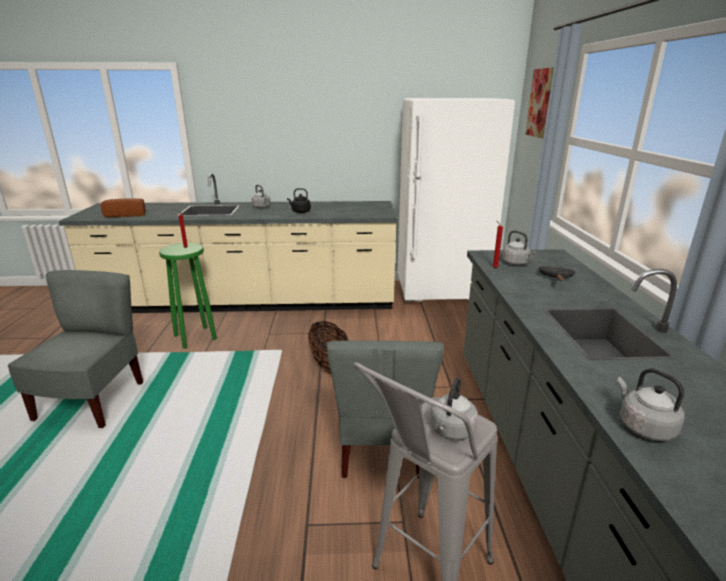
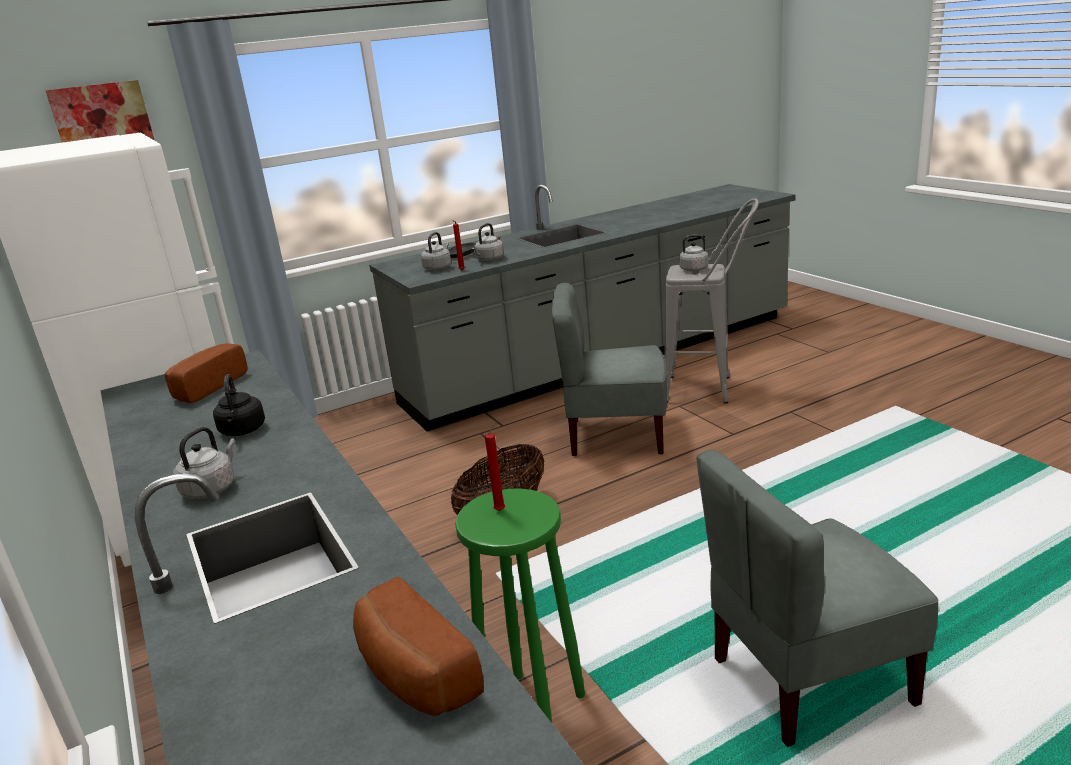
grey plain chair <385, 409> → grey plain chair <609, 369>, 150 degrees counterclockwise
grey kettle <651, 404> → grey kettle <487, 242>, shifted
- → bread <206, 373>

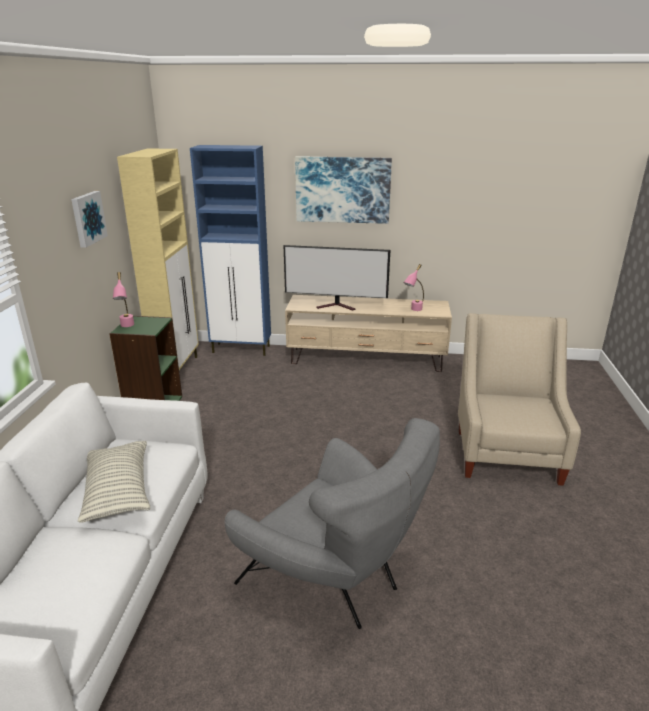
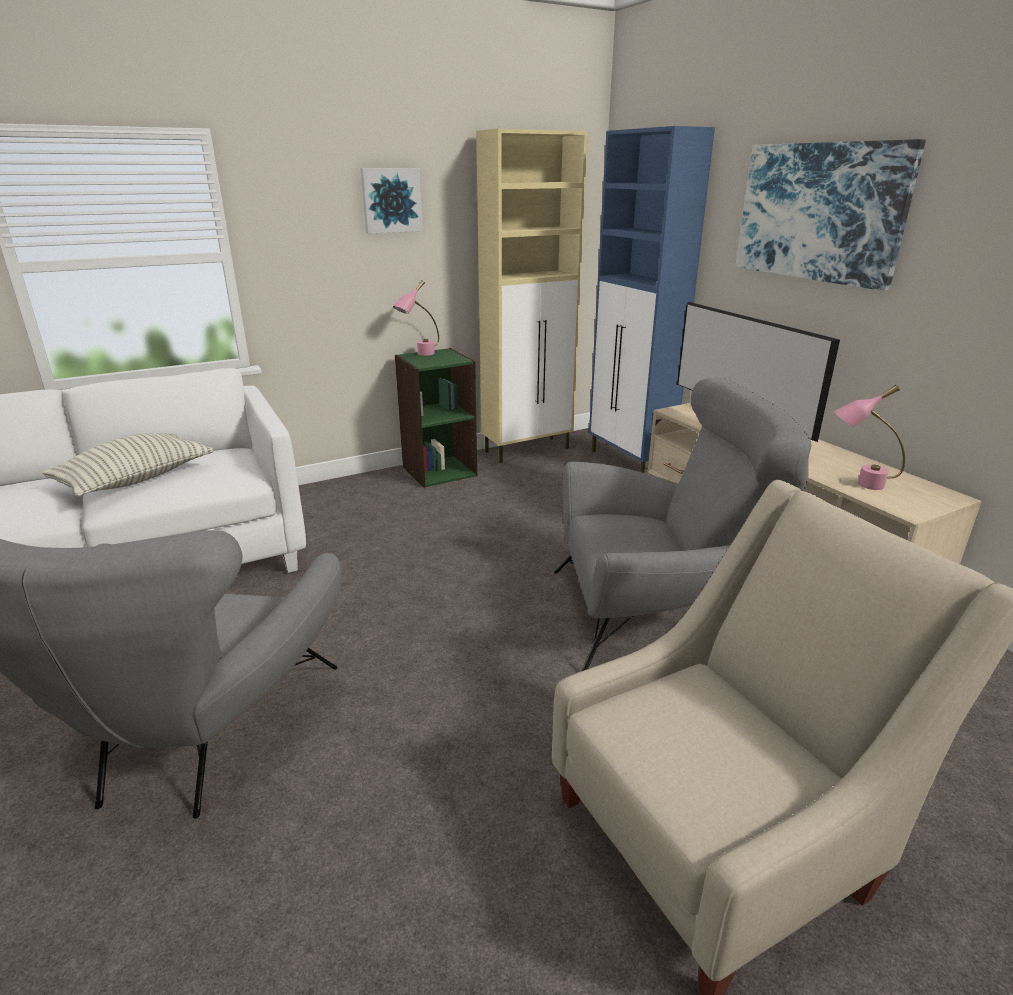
- → grey easy chair <682, 524>

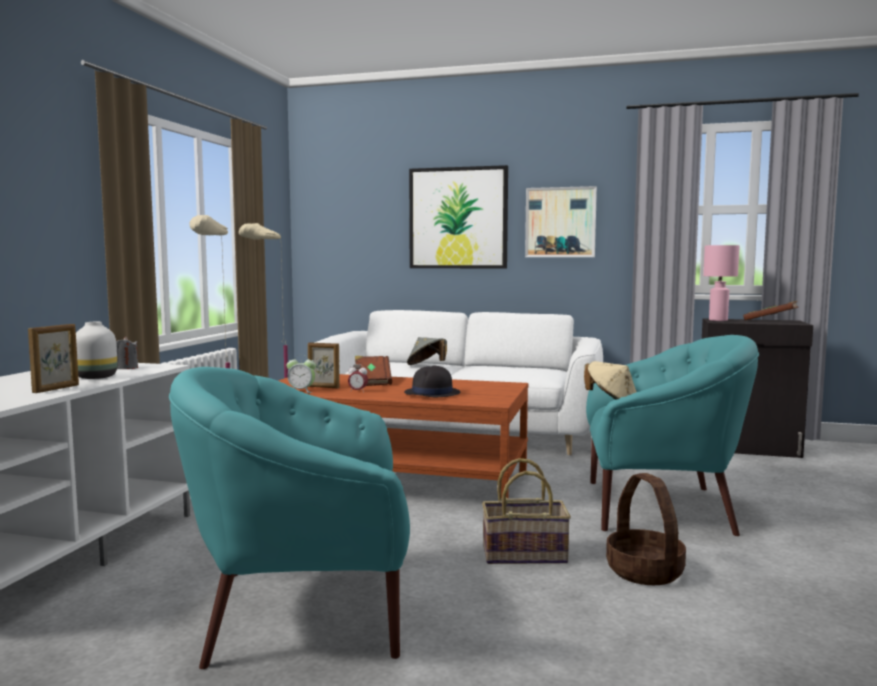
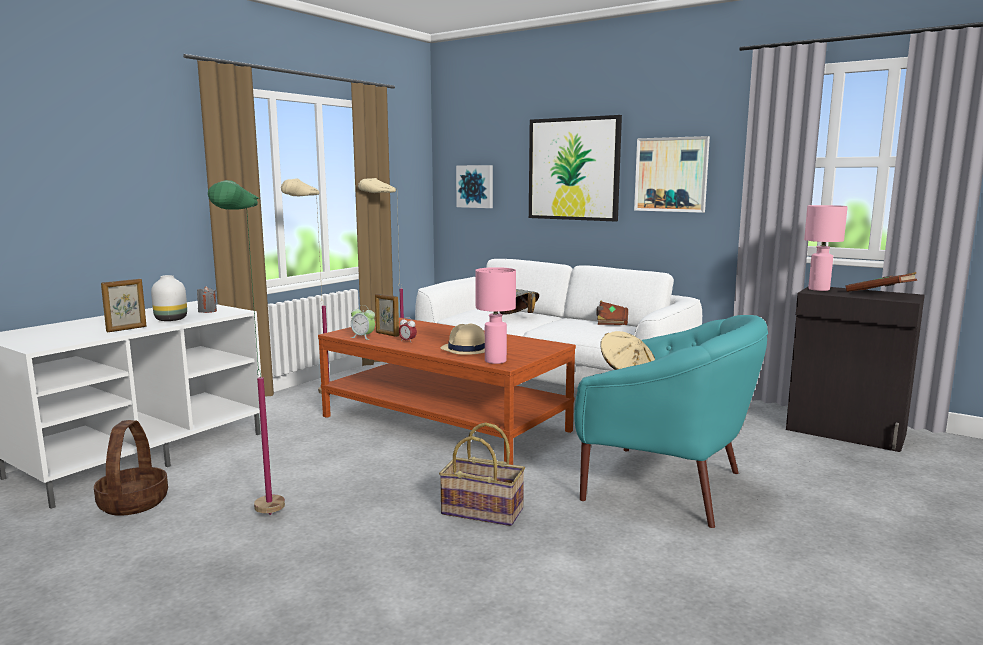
turquoise-coloured easy chair <289, 518> → green floor lamp <246, 347>
brown book <372, 371> → brown book <612, 312>, shifted
black-coloured wearable hat <432, 381> → beige-coloured wearable hat <462, 339>
household basket <646, 529> → household basket <131, 468>, shifted
- → wall art <474, 186>
- → pink tabletop lamp <495, 315>

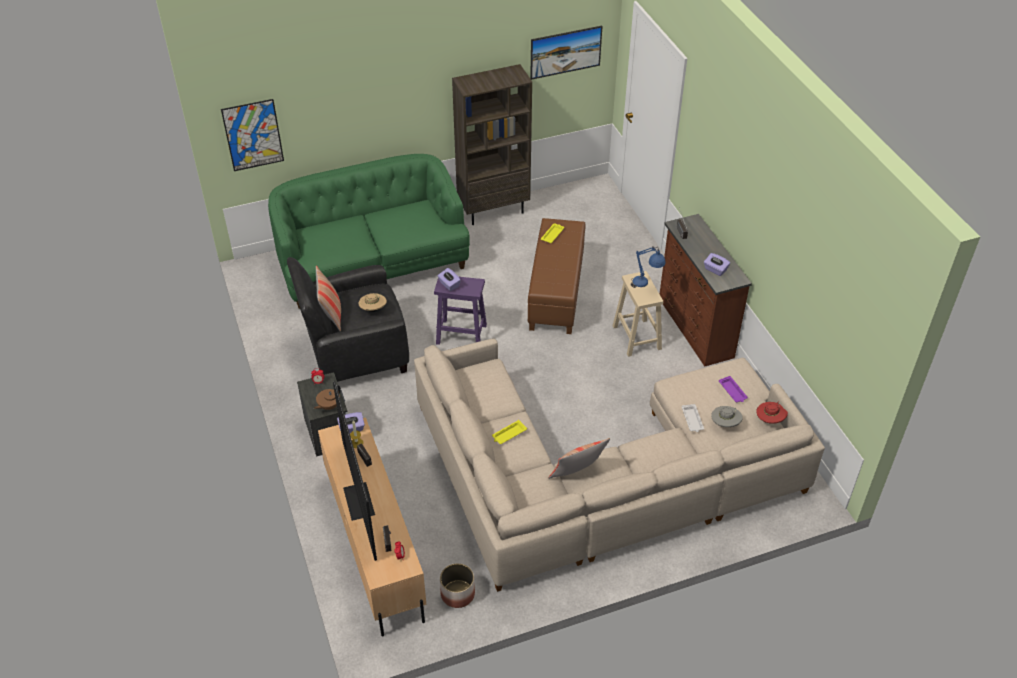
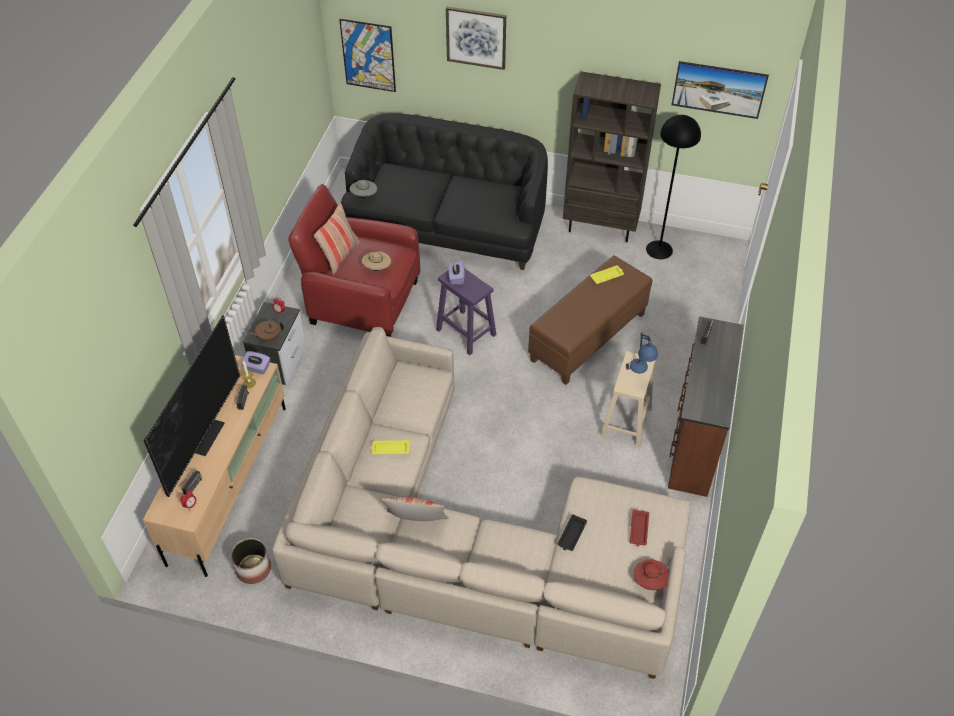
green sofa <369, 231> → black-coloured sofa <444, 191>
black-coloured easy chair <348, 319> → red-coloured easy chair <354, 260>
white serving tray <693, 418> → black-coloured serving tray <572, 532>
purplish tissue box <717, 264> → -
grey wearable hat <727, 416> → grey wearable hat <363, 189>, shifted
purplish serving tray <733, 389> → red-coloured serving tray <639, 528>
- → wall art <476, 38>
- → black-coloured floor lamp <673, 187>

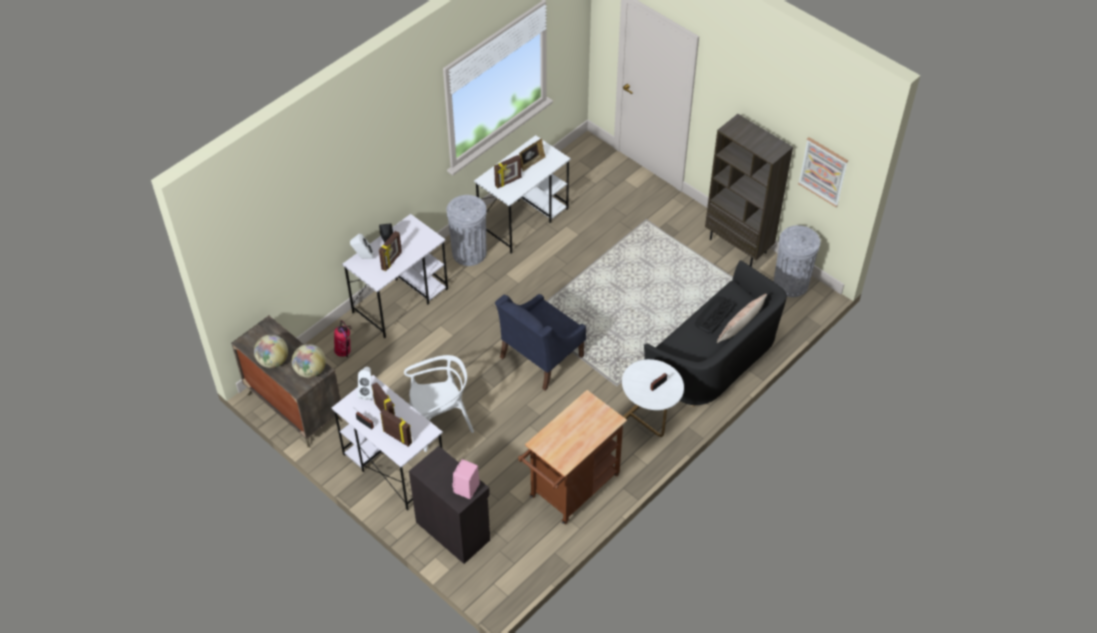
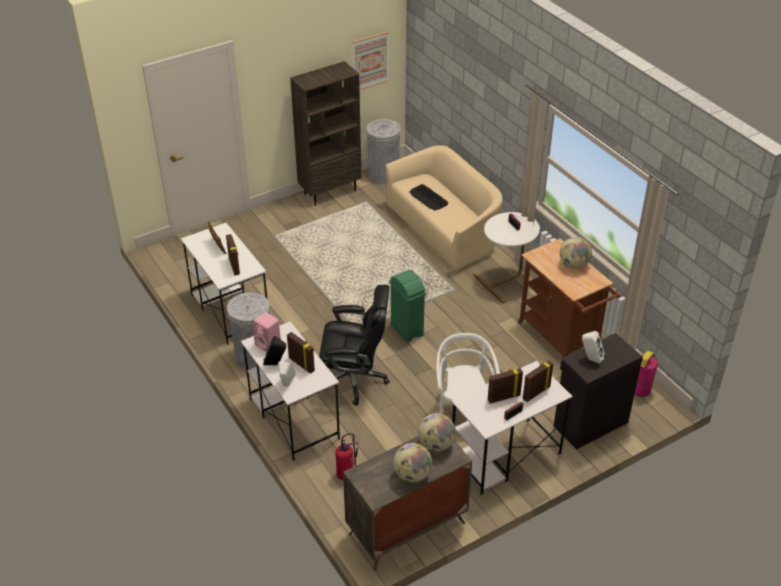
white loudspeaker <365, 383> → white loudspeaker <593, 347>, shifted
pink loudspeaker <466, 479> → pink loudspeaker <267, 332>, shifted
blue easy chair <540, 342> → green rubbish bin <407, 306>
black-coloured sofa <715, 333> → beige-coloured sofa <444, 208>
throw pillow <742, 318> → -
- → black-coloured office chair <354, 345>
- → world globe <576, 253>
- → fire extinguisher <646, 374>

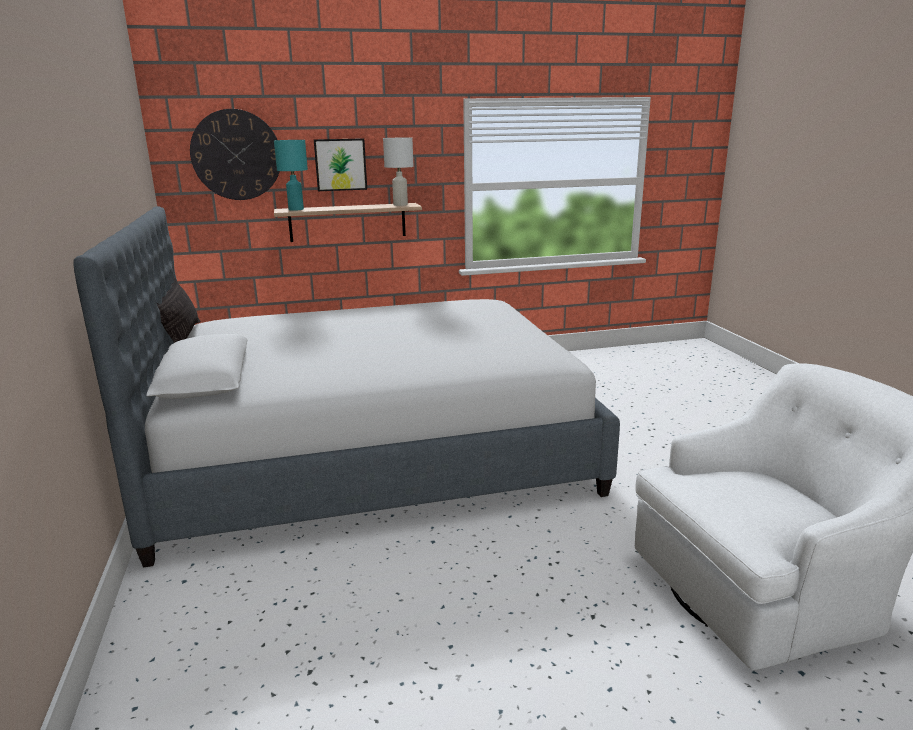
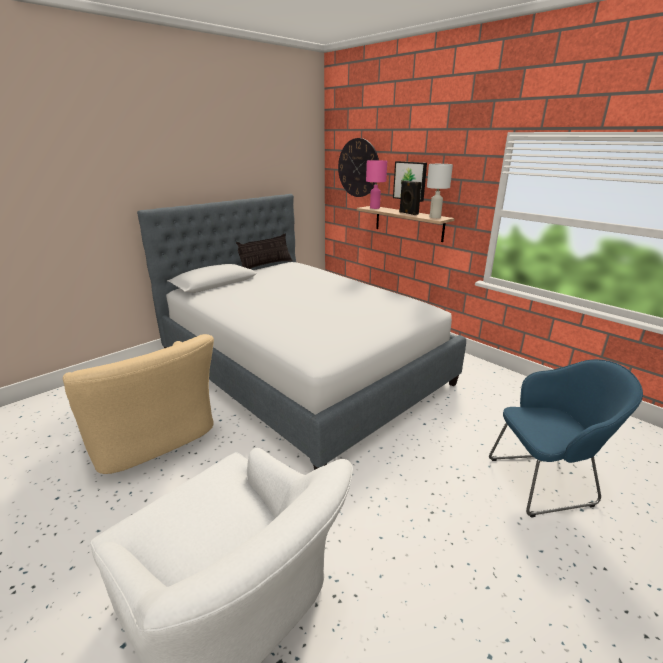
turquoise-coloured tabletop lamp <291, 175> → pink tabletop lamp <376, 184>
- → beige-coloured easy chair <138, 404>
- → black-coloured loudspeaker <410, 197>
- → blue easy chair <566, 438>

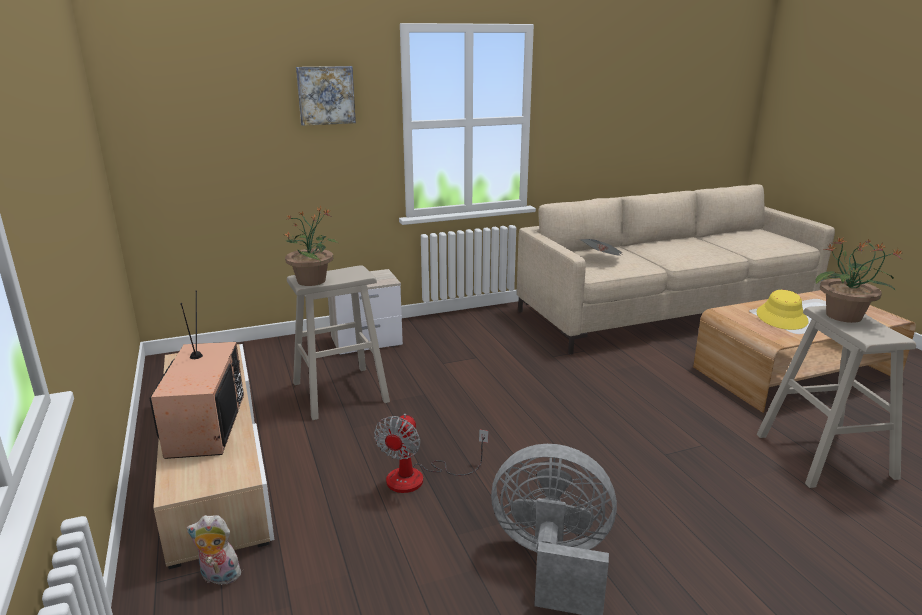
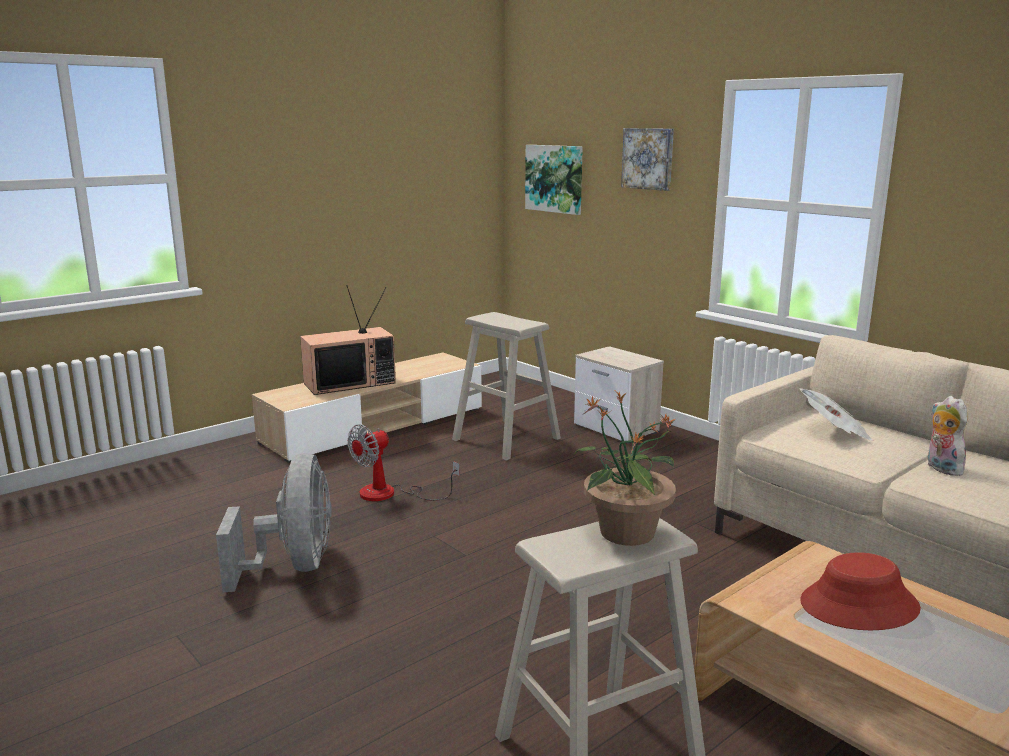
cuddly toy <214, 550> → cuddly toy <947, 436>, shifted
plant in a pot <311, 246> → -
cooling fan <431, 453> → cooling fan <403, 462>, 45 degrees counterclockwise
yellow wearable hat <783, 310> → red-coloured wearable hat <860, 591>
- → wall art <554, 180>

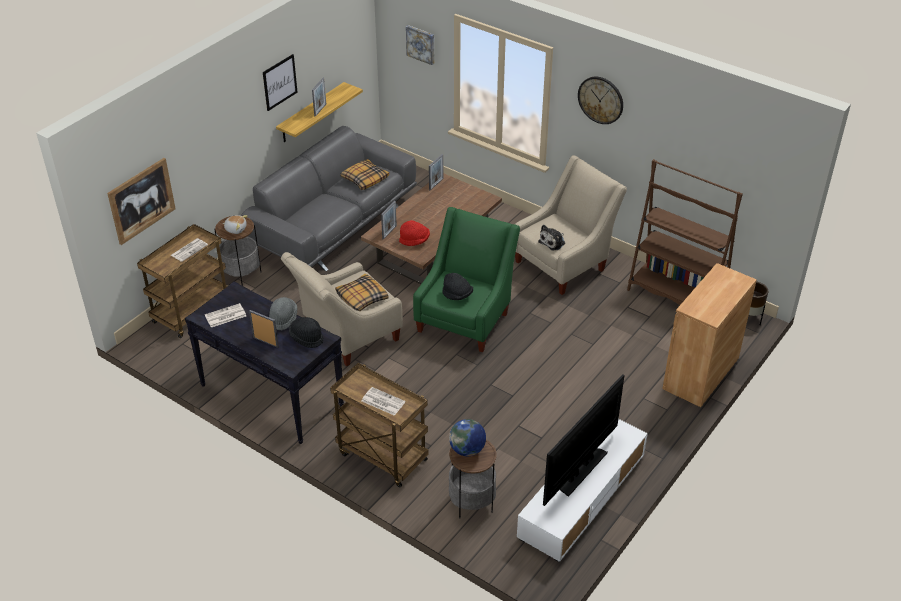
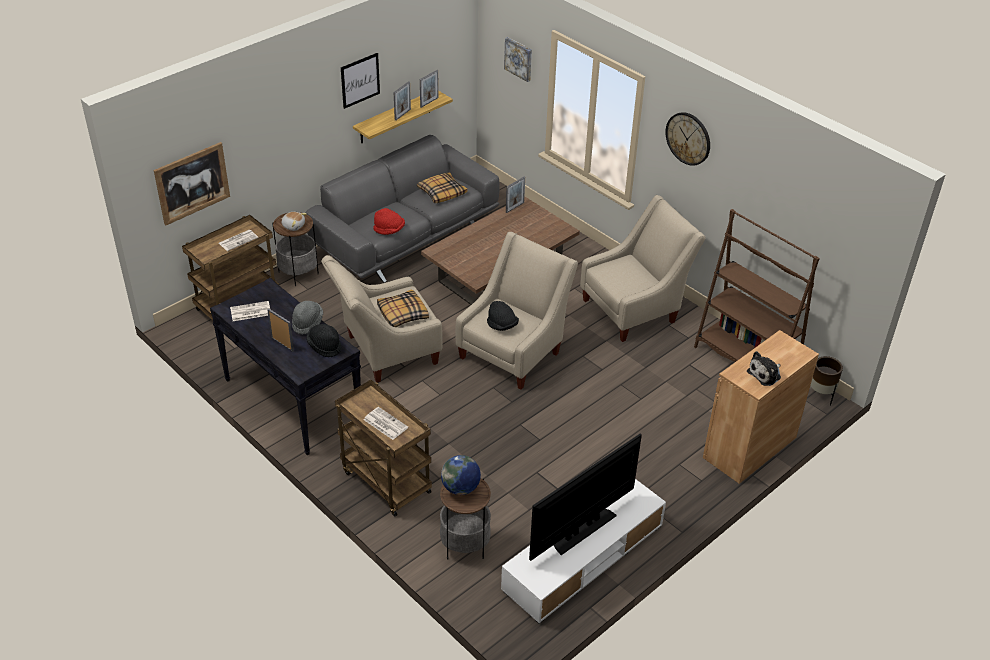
photo frame <389, 220> → photo frame <429, 89>, shifted
red-coloured wearable hat <414, 233> → red-coloured wearable hat <389, 221>, shifted
green easy chair <466, 279> → beige-coloured easy chair <517, 310>
cuddly toy <551, 238> → cuddly toy <764, 368>, shifted

